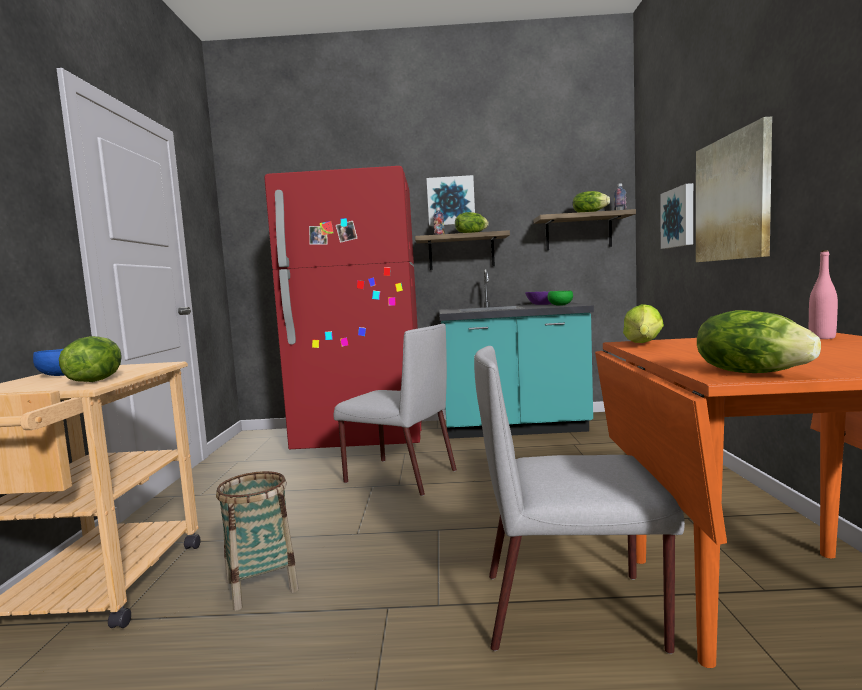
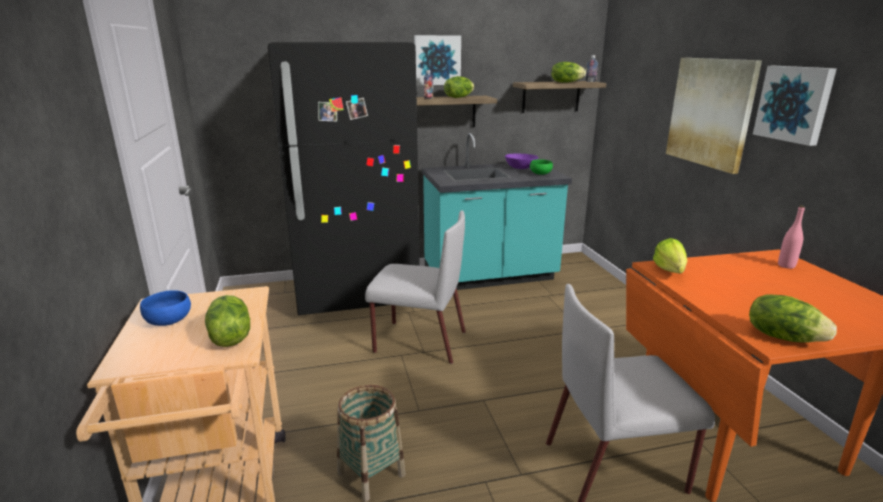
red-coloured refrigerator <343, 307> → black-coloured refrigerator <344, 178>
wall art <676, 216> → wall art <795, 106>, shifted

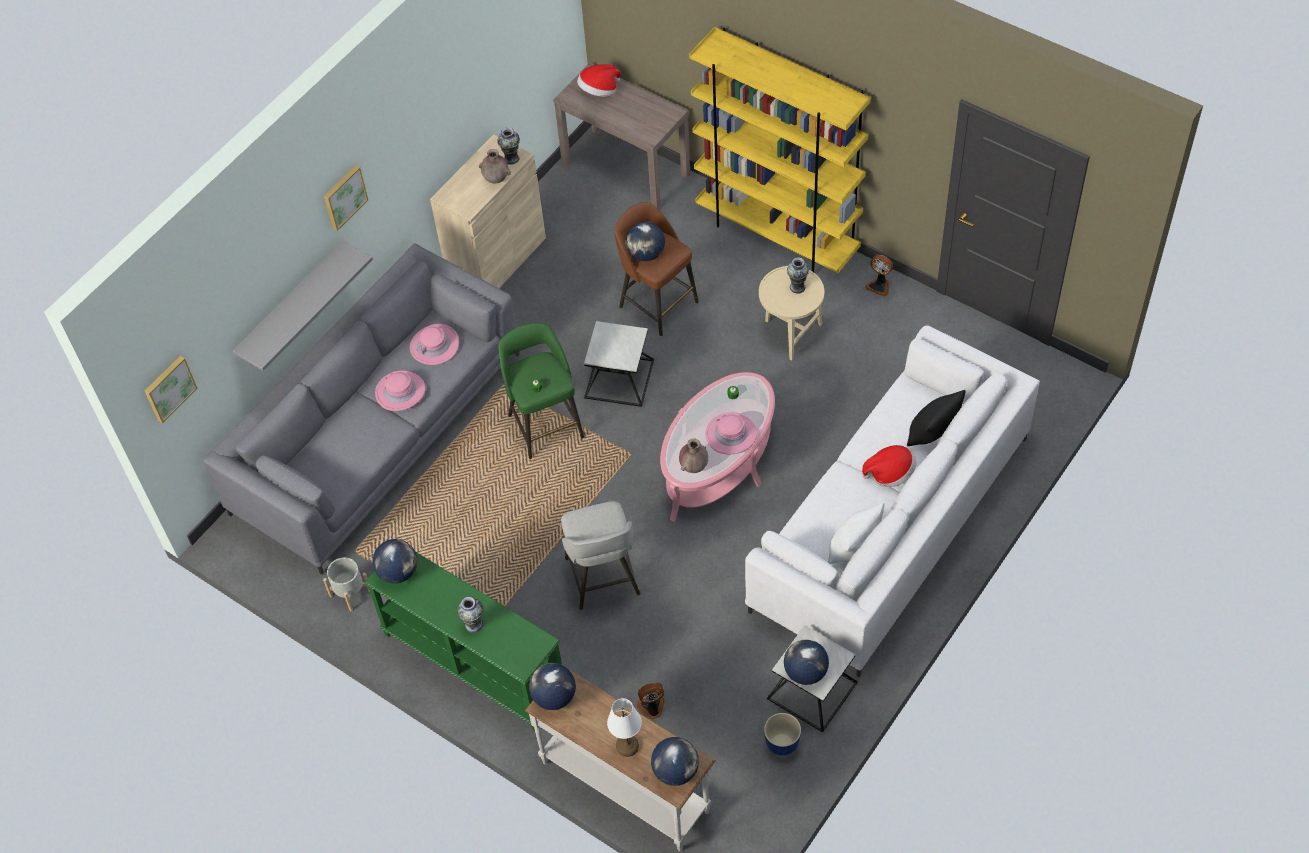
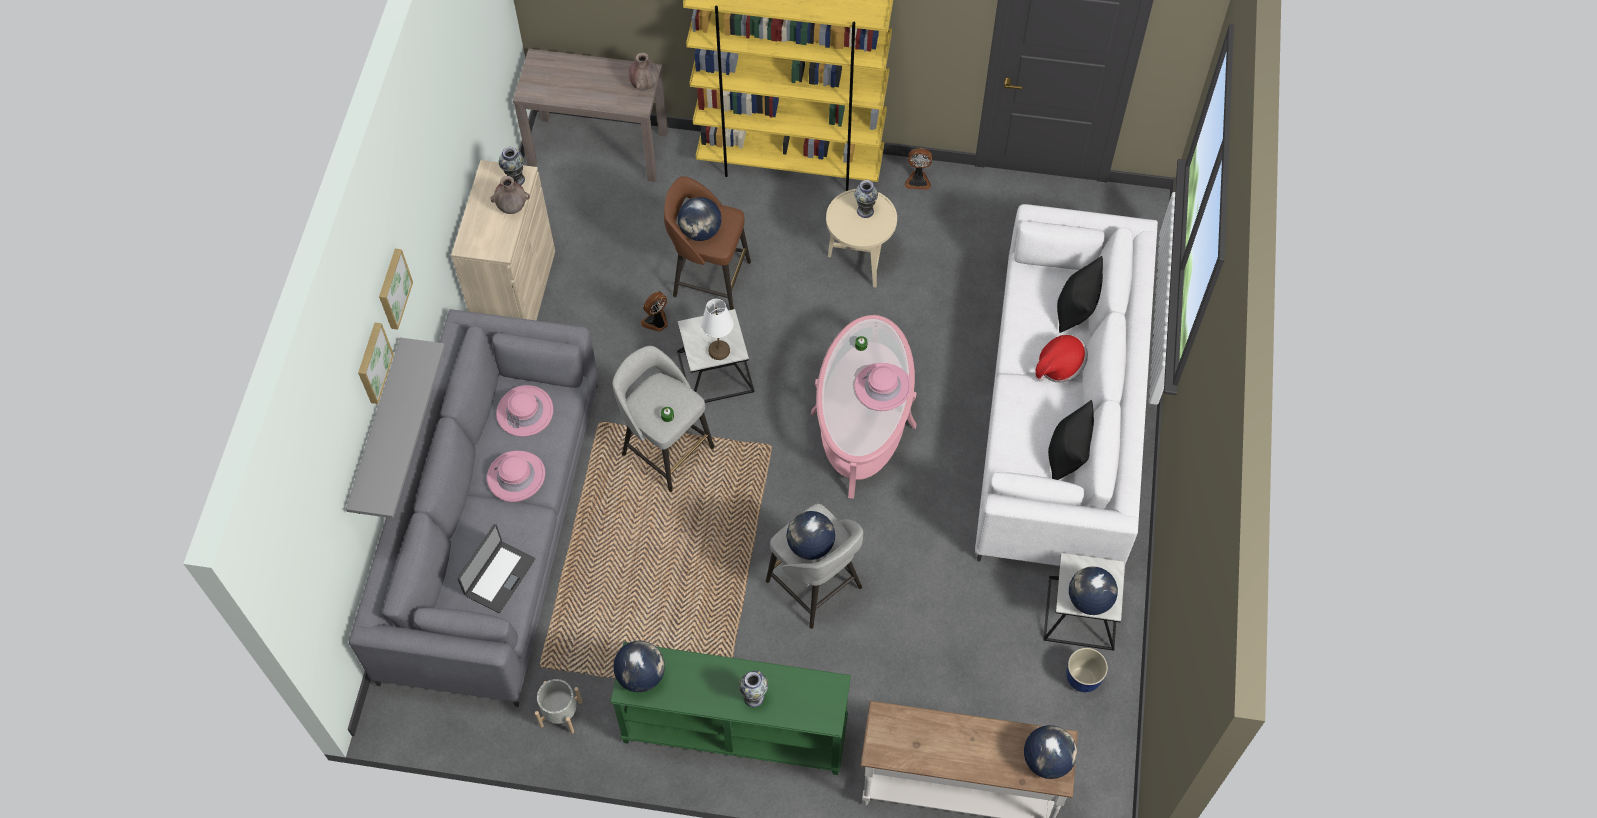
wall art <171, 389> → wall art <376, 363>, shifted
green sitting stool <541, 391> → grey sitting stool <663, 419>
world globe <552, 686> → world globe <811, 535>, shifted
wearable hat <599, 80> → -
white tabletop lamp <624, 727> → white tabletop lamp <717, 329>, shifted
cooling fan <650, 701> → cooling fan <654, 311>, shifted
brown vase <693, 455> → brown vase <643, 72>, shifted
white throw pillow <856, 533> → black-coloured throw pillow <1071, 440>
- → notebook computer <496, 568>

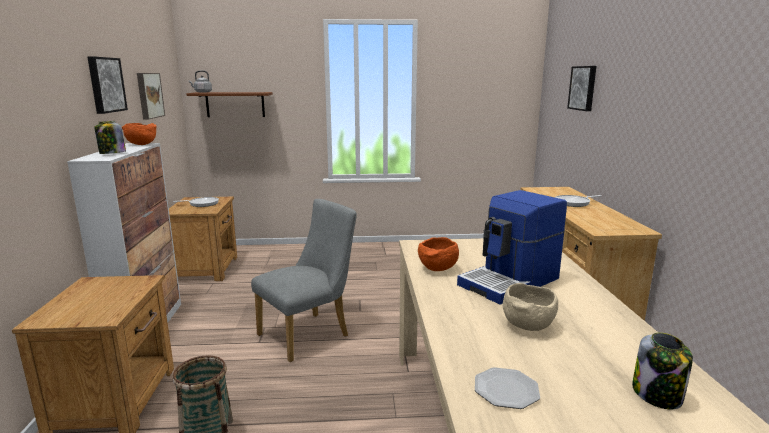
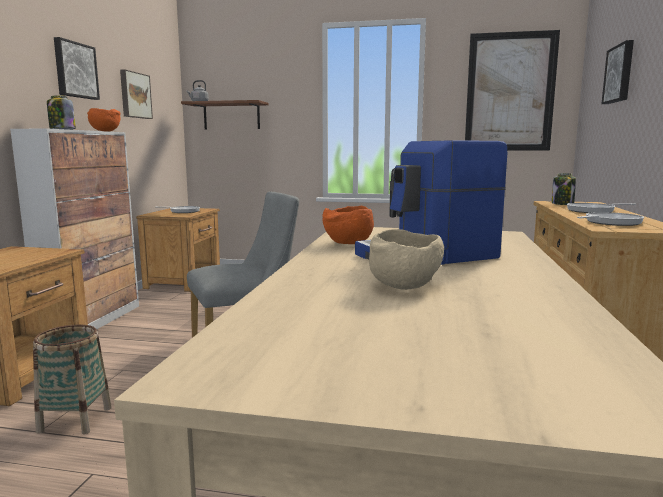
dinner plate <507, 388> → -
preserve jar <662, 370> → preserve jar <564, 189>, shifted
- → wall art <512, 90>
- → skillet <610, 219>

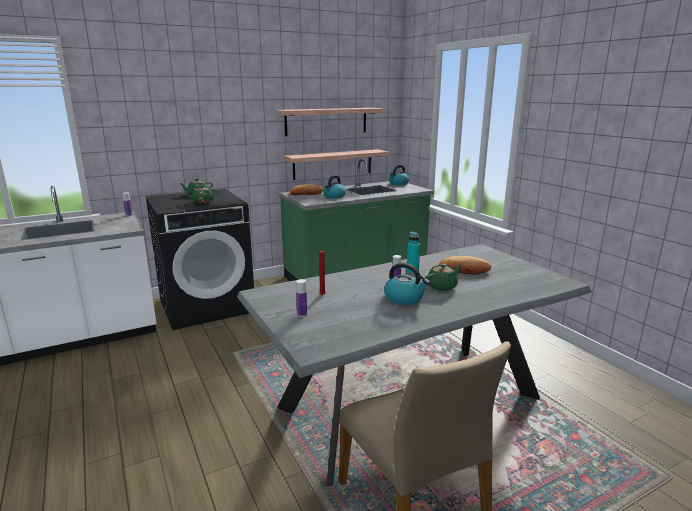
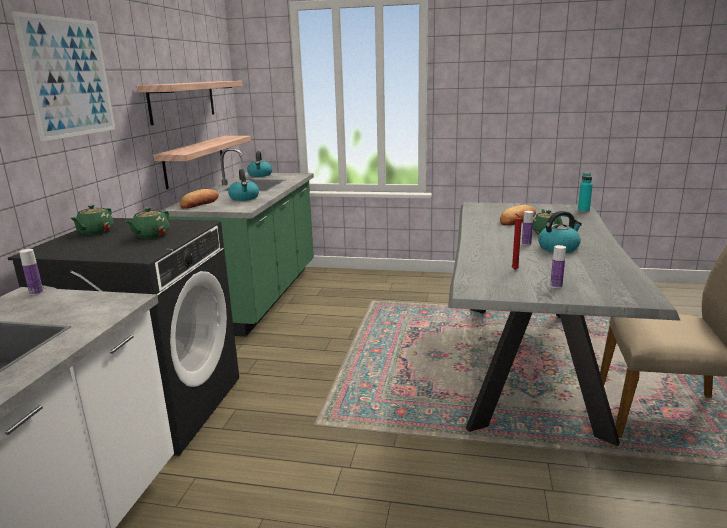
turquoise-coloured drink bottle <413, 253> → turquoise-coloured drink bottle <585, 192>, shifted
- → wall art <63, 76>

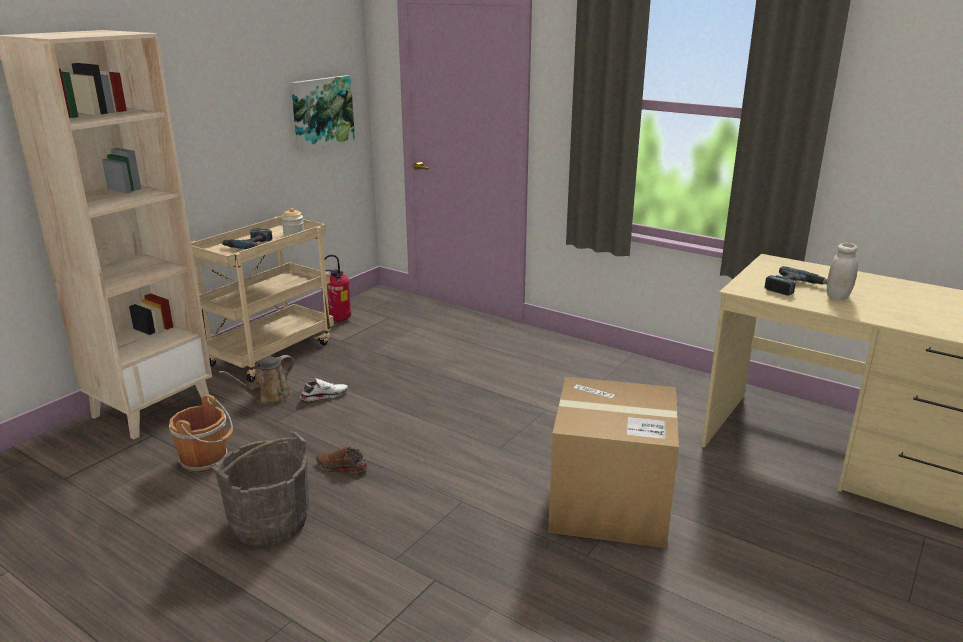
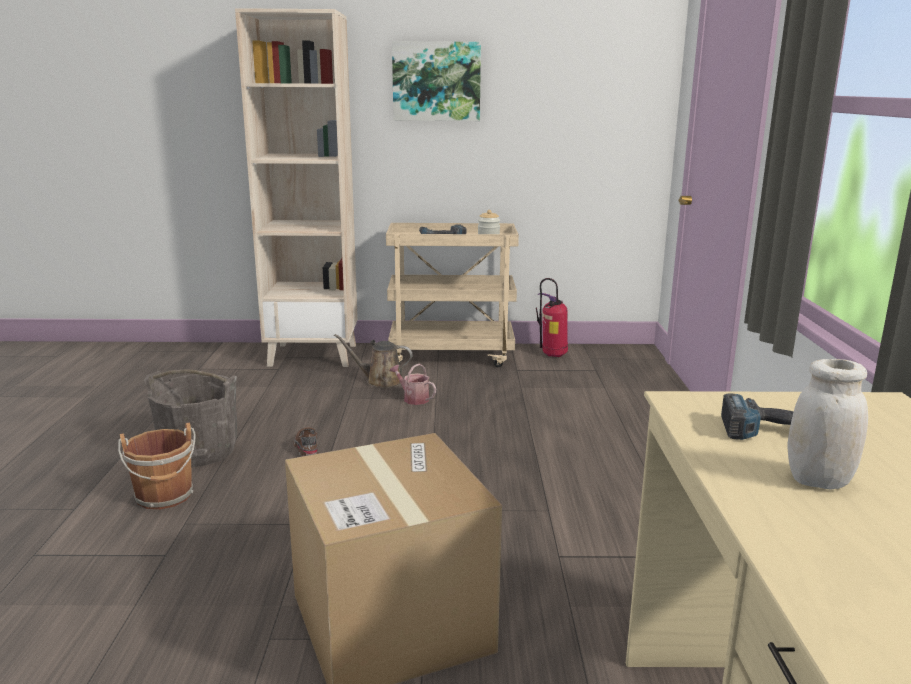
brown water bucket <201, 434> → brown water bucket <157, 466>, shifted
wall art <323, 113> → wall art <436, 81>, shifted
white item of footwear <324, 389> → sprinkling can <412, 384>

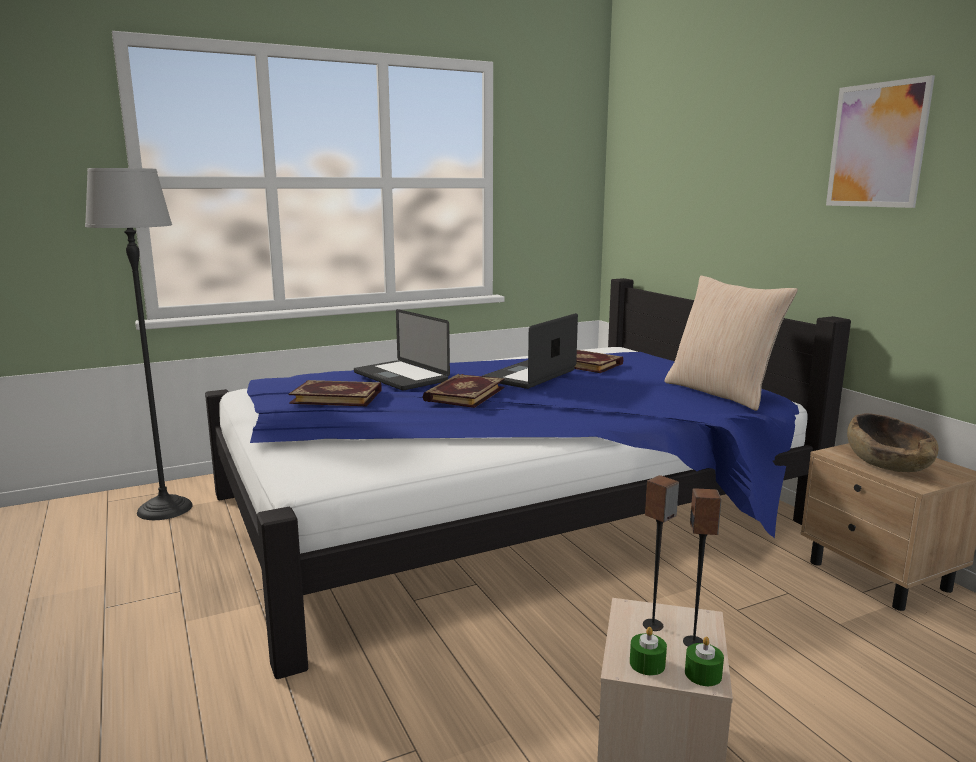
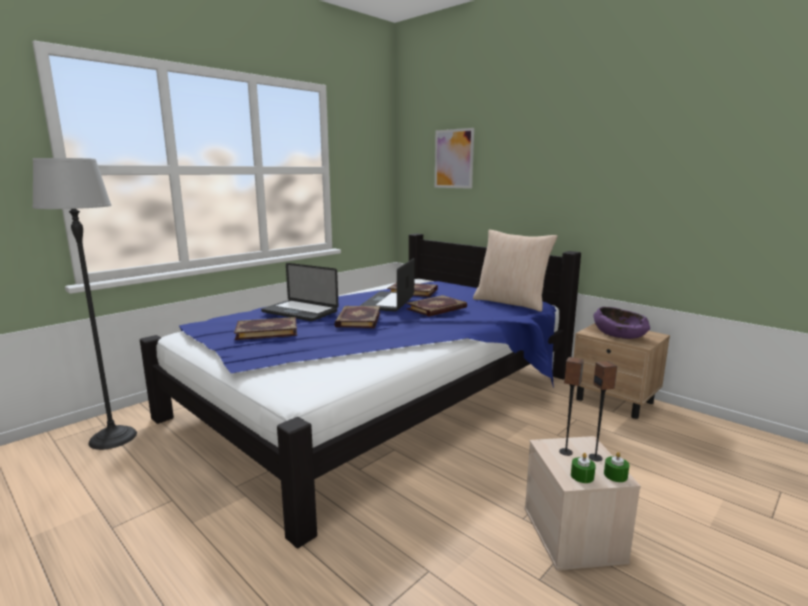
wall art <880, 141> → wall art <454, 158>, shifted
brown serving bowl <893, 442> → purplish serving bowl <621, 323>
- → book <436, 306>

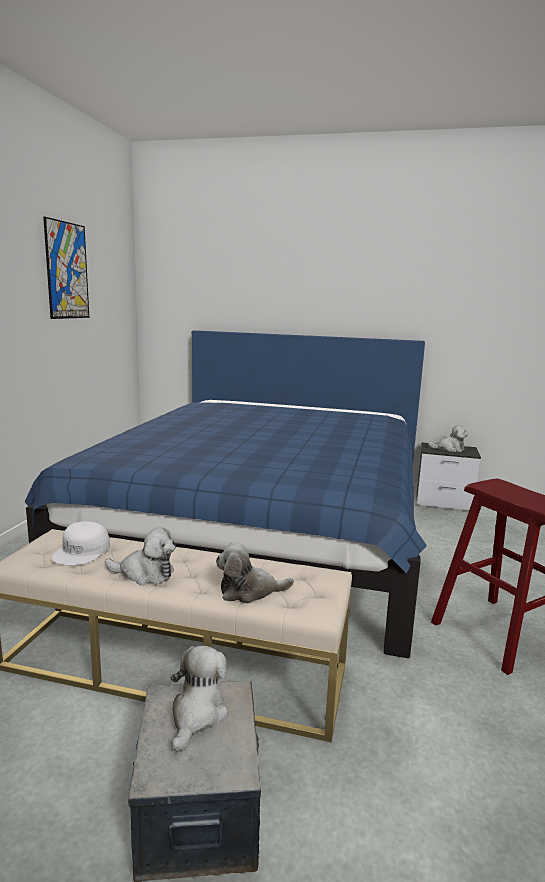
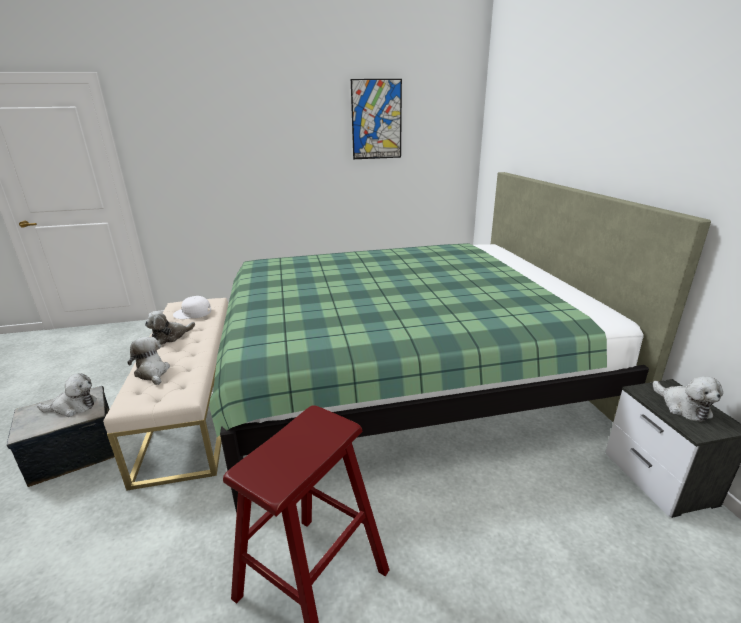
blue bedroom bed <225, 494> → green bedroom bed <460, 342>
cuddly toy <140, 556> → cuddly toy <170, 328>, 60 degrees clockwise

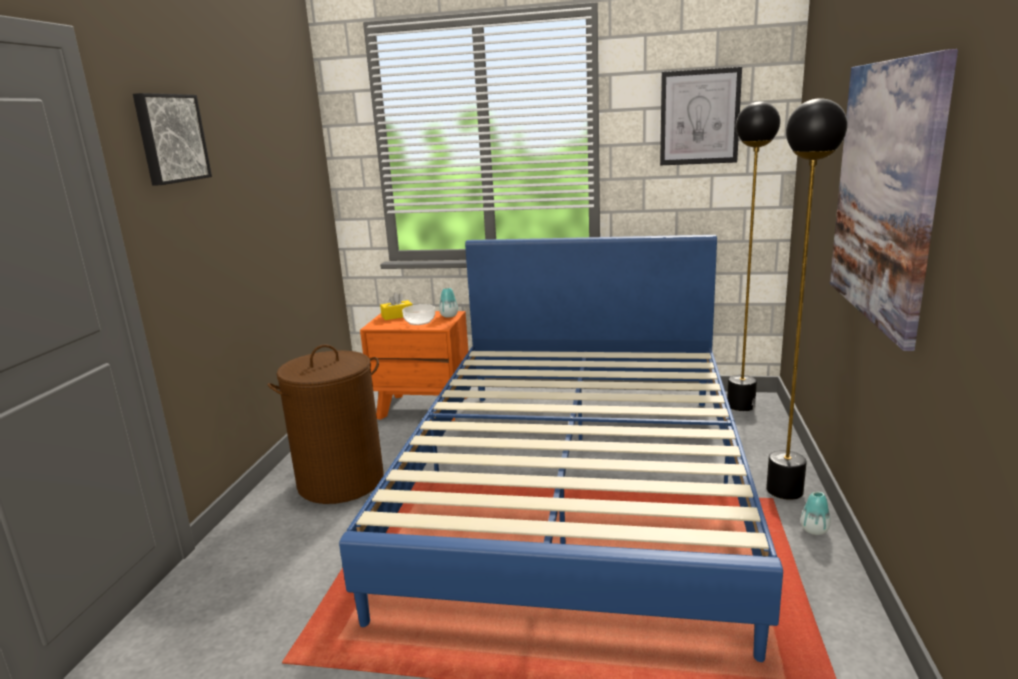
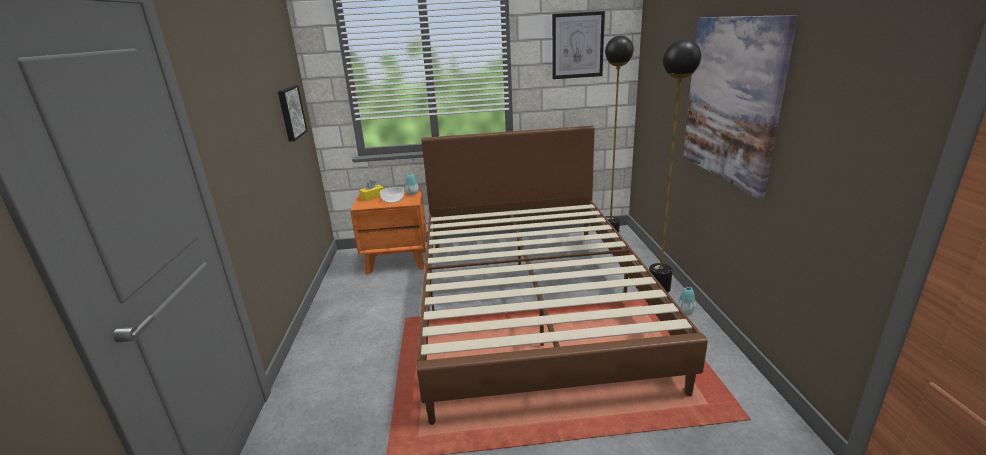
wall art <172, 139> → wall art <293, 113>, shifted
brown washing basket <325, 424> → -
blue bedroom bed <561, 448> → brown bedroom bed <562, 275>

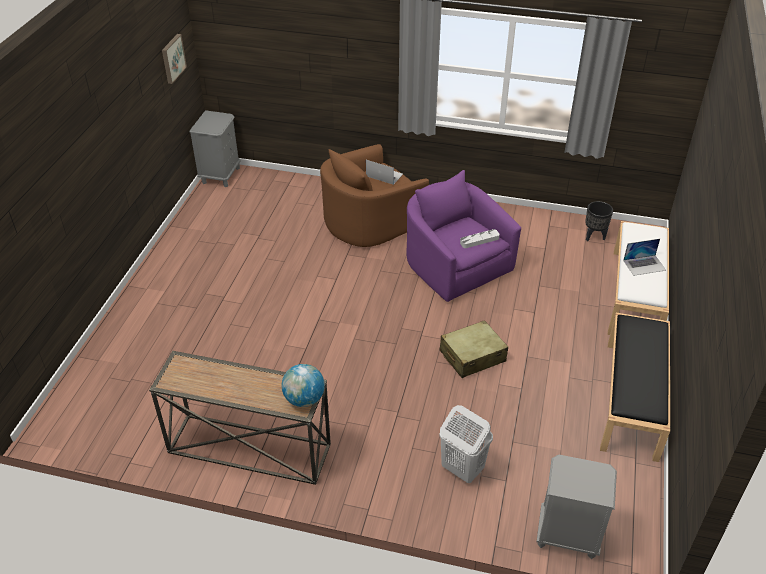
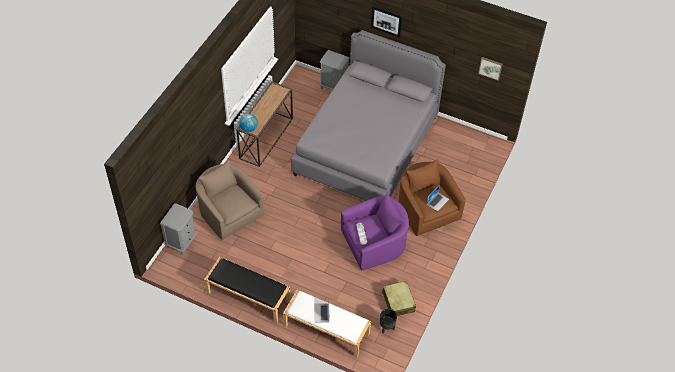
grey night table <215, 148> → grey night table <334, 70>, shifted
white washing basket <466, 444> → beige-coloured easy chair <230, 200>
beige-coloured suitcase <474, 349> → beige-coloured suitcase <399, 298>, shifted
- → grey bedroom bed <368, 115>
- → wall art <386, 22>

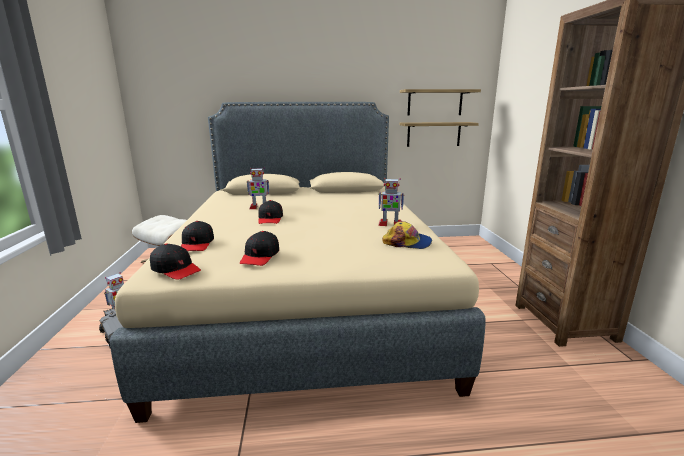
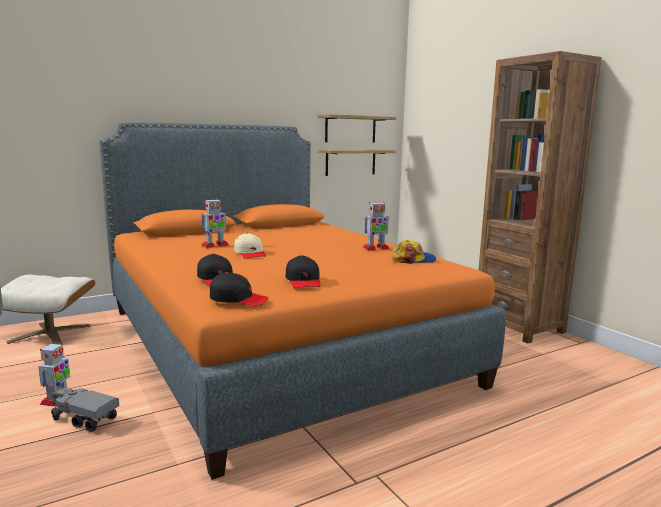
beige-coloured bedroom bed <298, 262> → orange bedroom bed <302, 301>
black-coloured cap <270, 212> → beige-coloured cap <250, 246>

